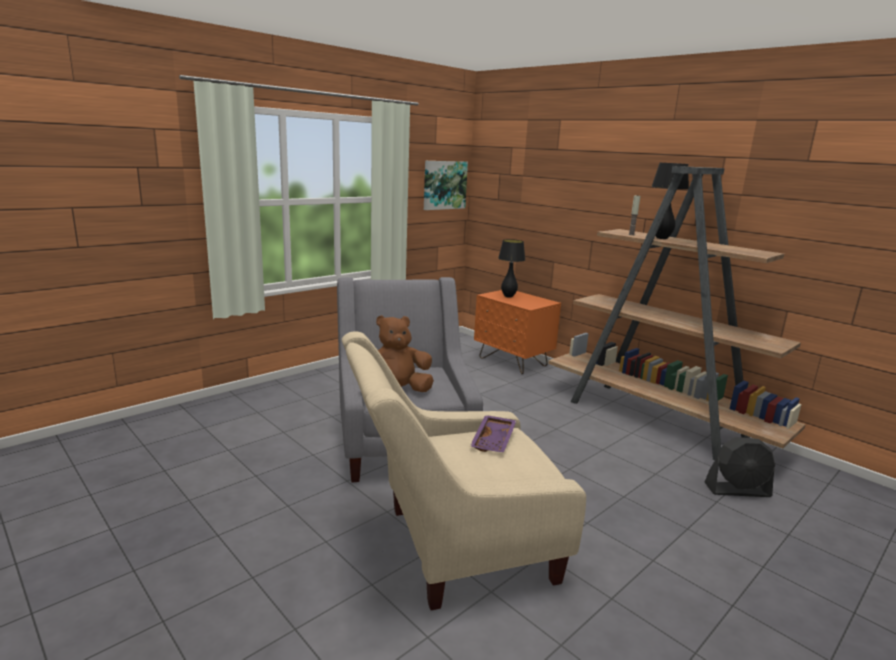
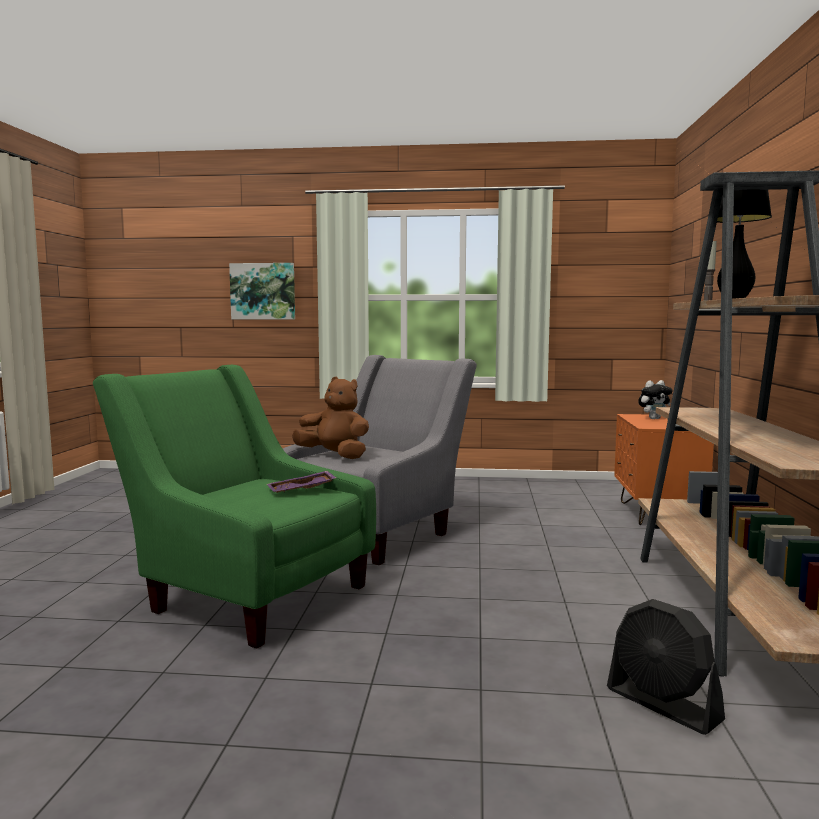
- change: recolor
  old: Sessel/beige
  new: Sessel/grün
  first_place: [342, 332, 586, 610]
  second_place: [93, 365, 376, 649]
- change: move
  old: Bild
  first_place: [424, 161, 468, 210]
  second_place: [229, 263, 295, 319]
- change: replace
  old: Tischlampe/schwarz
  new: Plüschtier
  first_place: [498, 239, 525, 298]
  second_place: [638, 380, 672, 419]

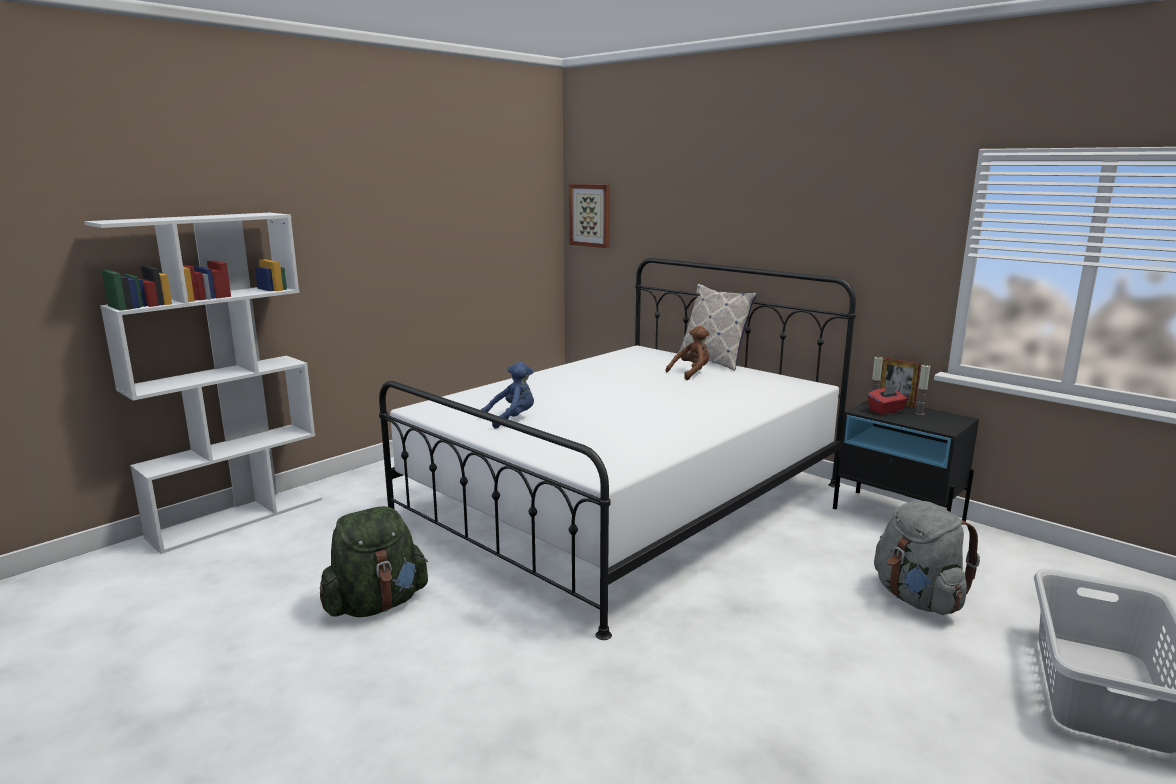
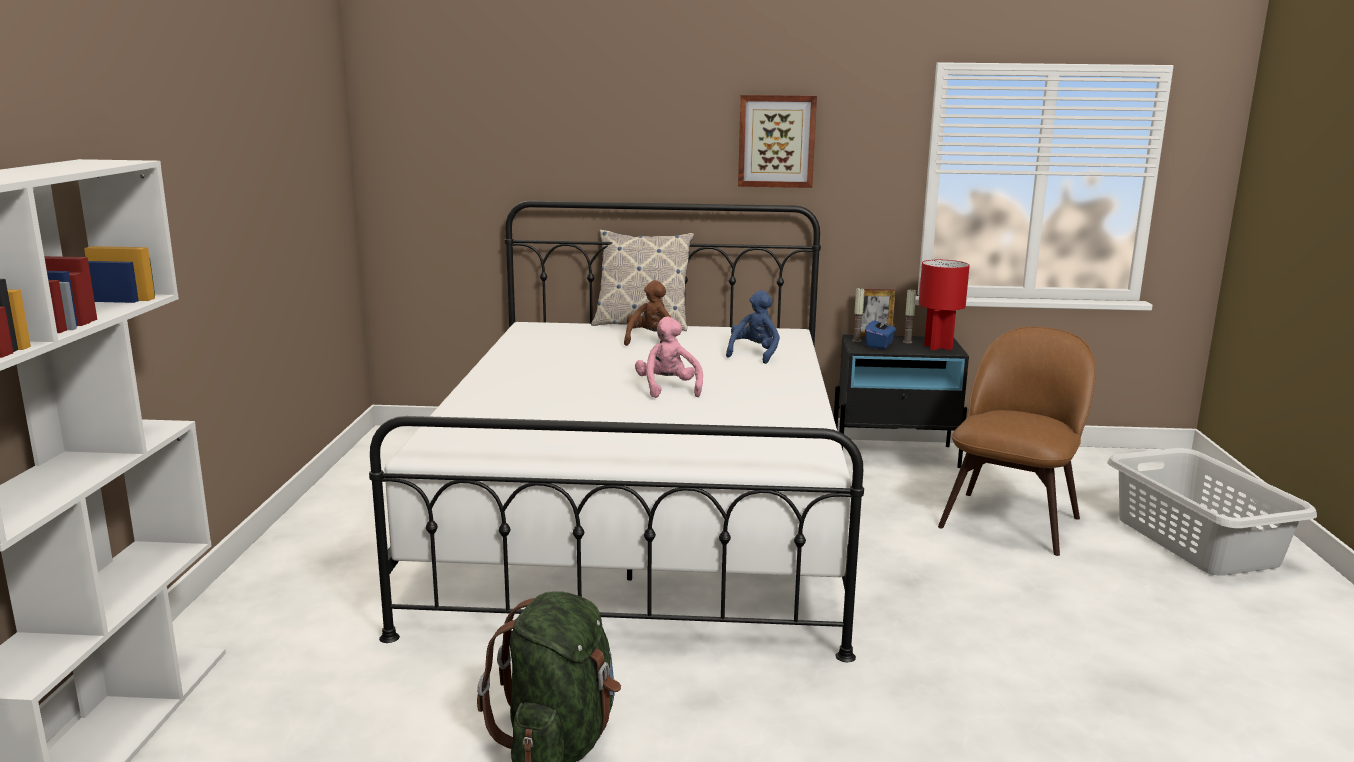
- change: insert
  new: Plüschtier/rosa
  second_place: [635, 317, 703, 398]
- change: move
  old: Plüschtier/blau
  first_place: [481, 362, 534, 429]
  second_place: [726, 290, 780, 364]
- change: move
  old: Bild
  first_place: [569, 184, 610, 248]
  second_place: [738, 95, 817, 188]
- change: recolor
  old: Taschentuchbox/rot
  new: Taschentuchbox/blau
  first_place: [868, 386, 908, 415]
  second_place: [865, 316, 896, 349]
- change: insert
  new: Tischlampe/rot
  second_place: [919, 260, 970, 350]
- change: replace
  old: Rucksack/grau
  new: Stuhl/braun
  first_place: [874, 501, 980, 615]
  second_place: [938, 327, 1096, 556]

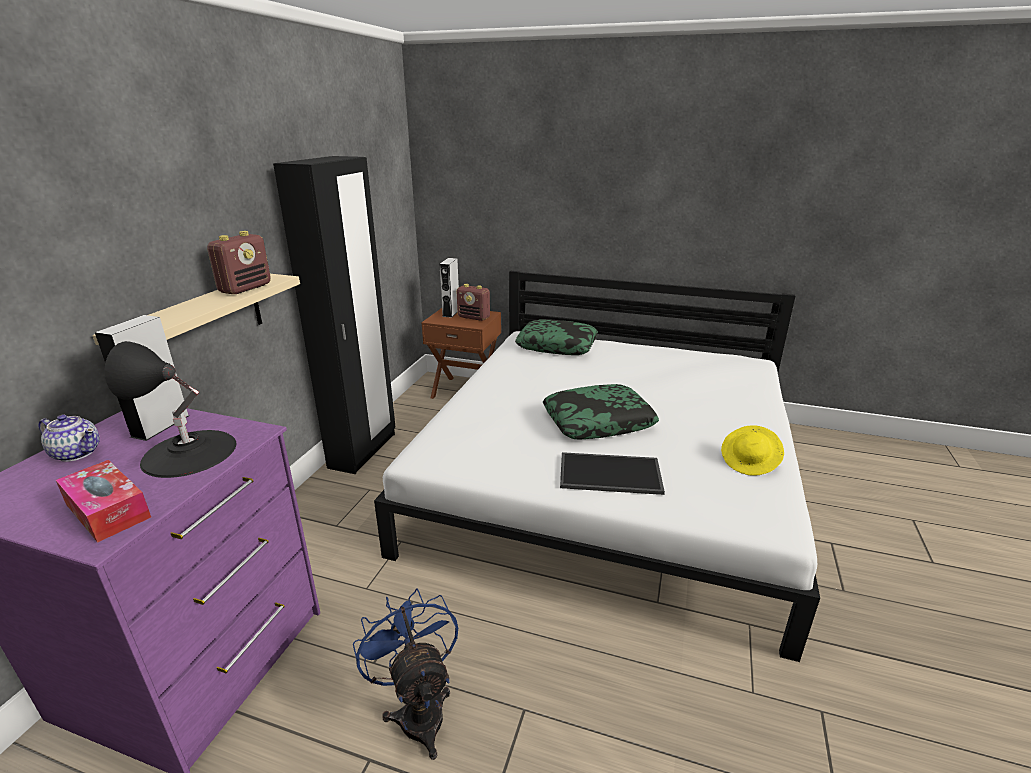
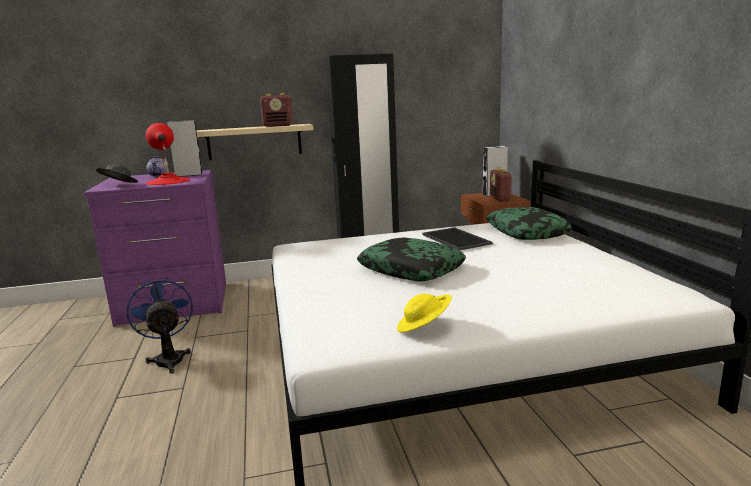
- change: replace
  old: Taschentuchbox
  new: Hut/grau
  first_place: [56, 460, 151, 543]
  second_place: [96, 164, 138, 183]
- change: rotate
  old: Ventilator/blau
  first_place: [353, 588, 458, 760]
  second_place: [127, 278, 193, 374]
  degrees: -60
- change: recolor
  old: Tischlampe/schwarz
  new: Tischlampe/rot
  first_place: [104, 341, 236, 478]
  second_place: [146, 123, 190, 185]
- change: move
  old: Tablett
  first_place: [560, 452, 665, 495]
  second_place: [422, 227, 493, 250]

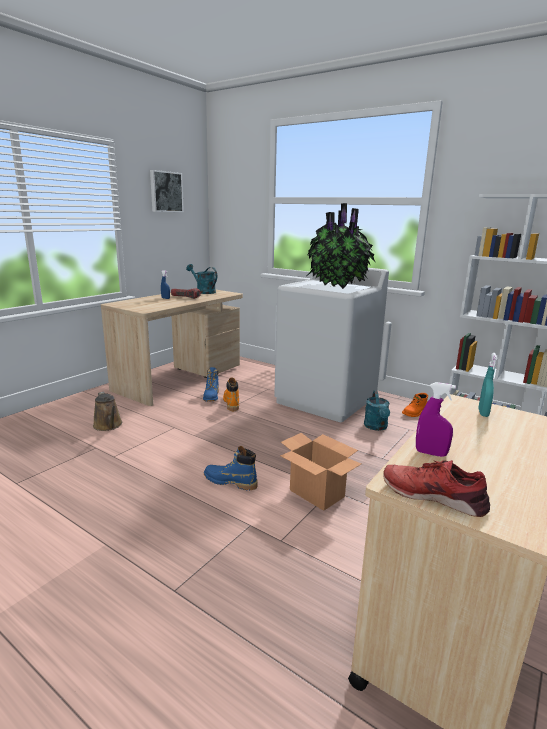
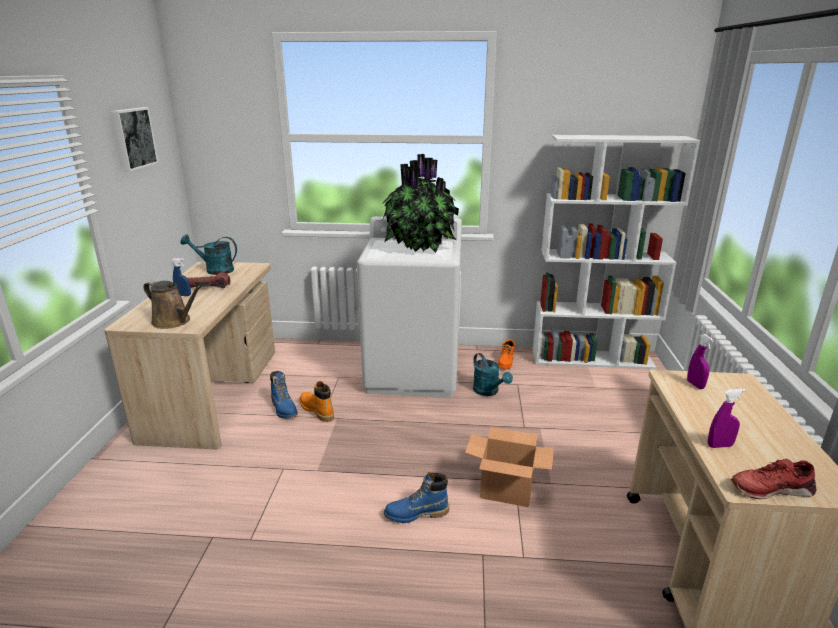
- change: move
  old: Gießkanne/braun
  first_place: [93, 392, 122, 431]
  second_place: [144, 281, 202, 329]
- change: recolor
  old: Sprühflasche/türkis
  new: Sprühflasche/lila
  first_place: [478, 353, 497, 417]
  second_place: [687, 334, 714, 389]

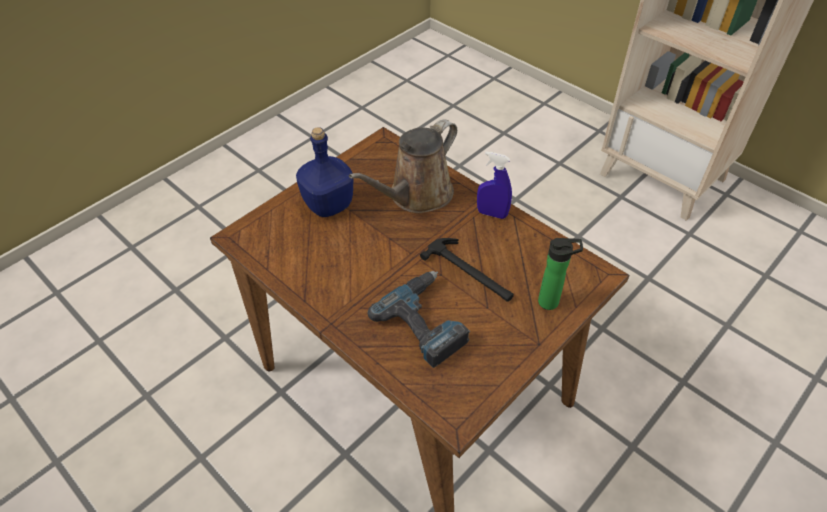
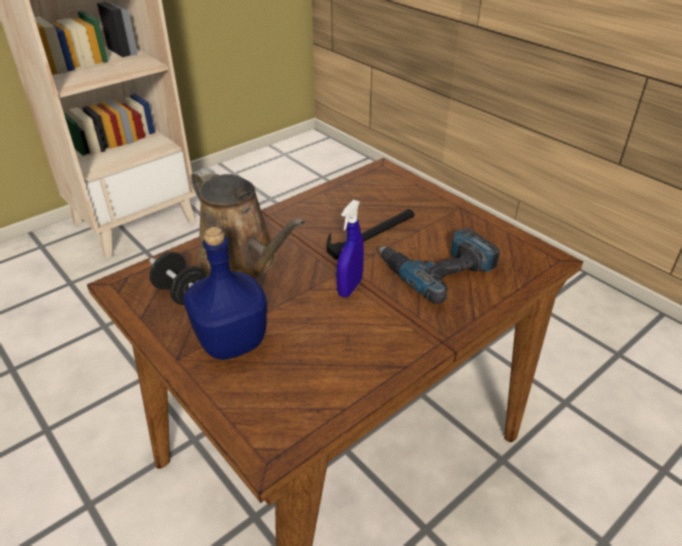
- change: insert
  new: Hantel/schwarz
  second_place: [149, 252, 207, 305]
- change: move
  old: Sprühflasche/blau
  first_place: [477, 151, 512, 219]
  second_place: [337, 200, 364, 297]
- change: delete
  old: Flasche
  first_place: [538, 238, 583, 310]

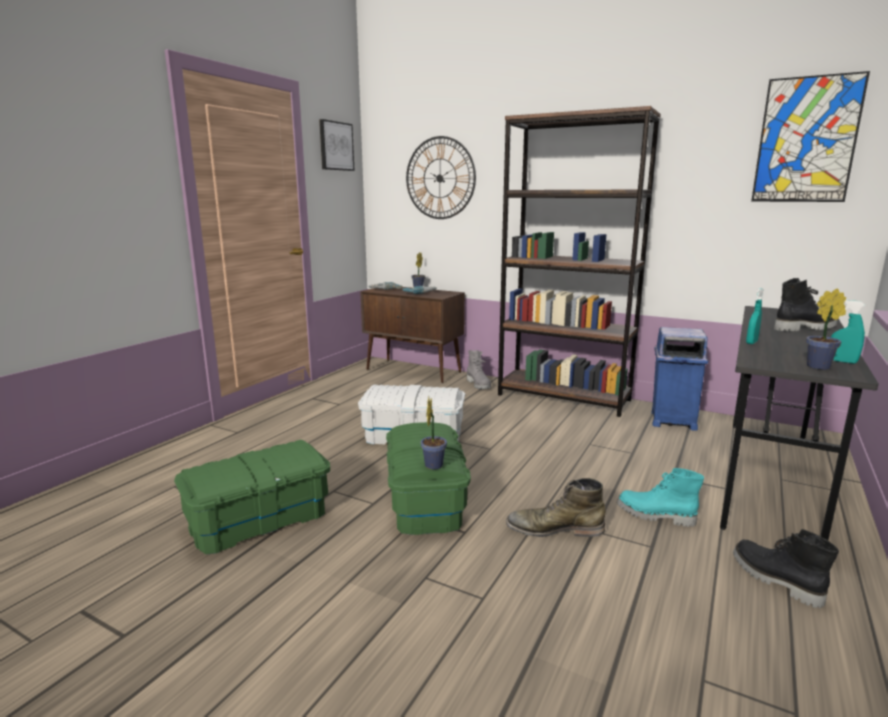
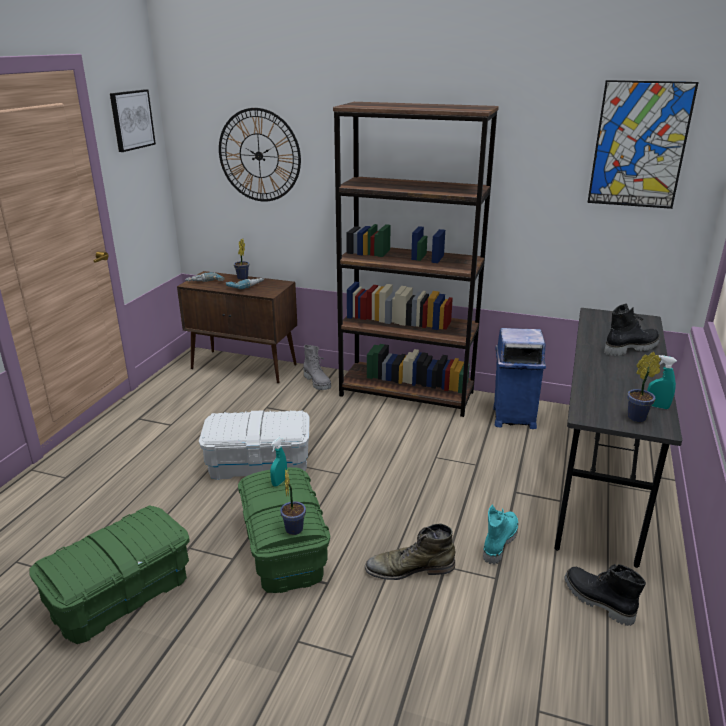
- change: move
  old: Sprühflasche/türkis
  first_place: [746, 288, 764, 344]
  second_place: [270, 438, 287, 487]
- change: rotate
  old: Stiefel/türkis
  first_place: [617, 468, 704, 527]
  second_place: [483, 505, 518, 564]
  degrees: 105

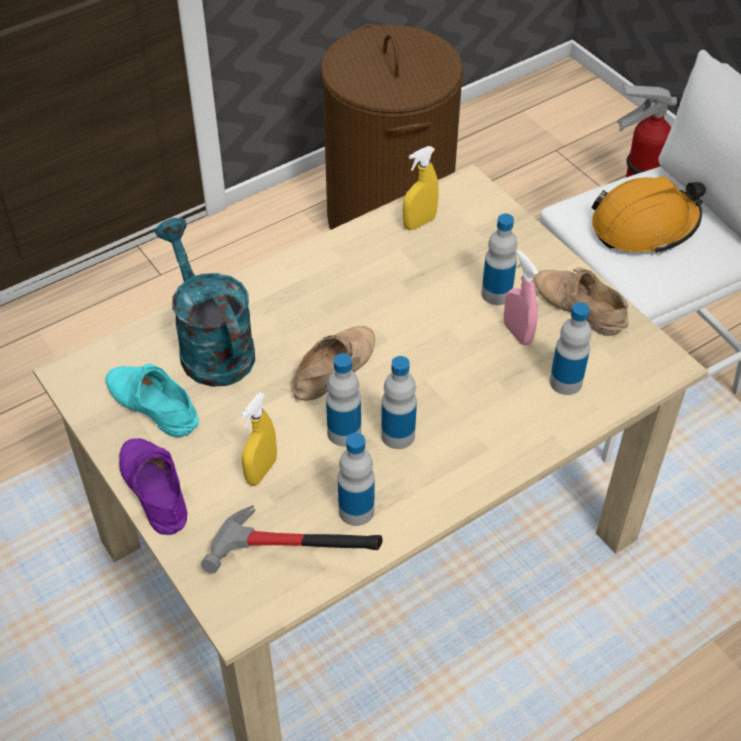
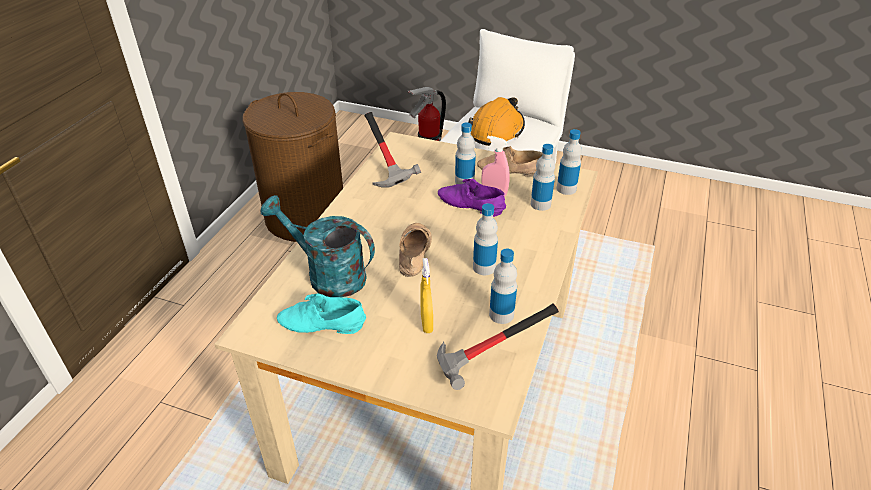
- change: replace
  old: Sprühflasche/gelb
  new: Hammer
  first_place: [403, 146, 439, 230]
  second_place: [365, 112, 421, 188]
- change: move
  old: Schuh/lila
  first_place: [119, 438, 187, 535]
  second_place: [438, 179, 506, 217]
- change: move
  old: Flasche
  first_place: [326, 353, 361, 447]
  second_place: [557, 129, 582, 195]

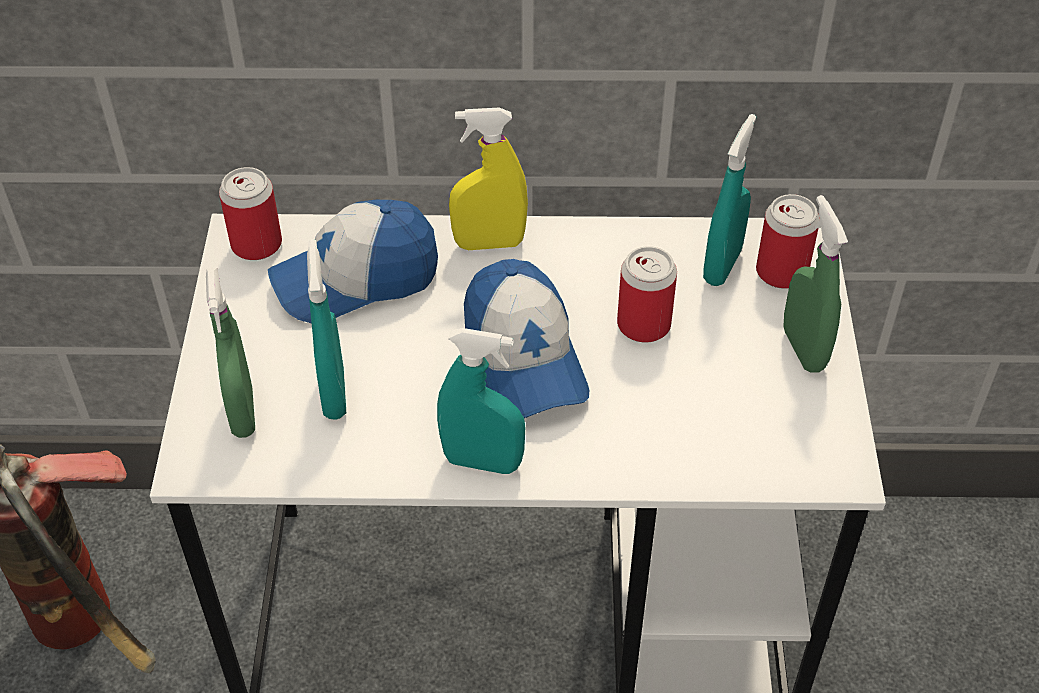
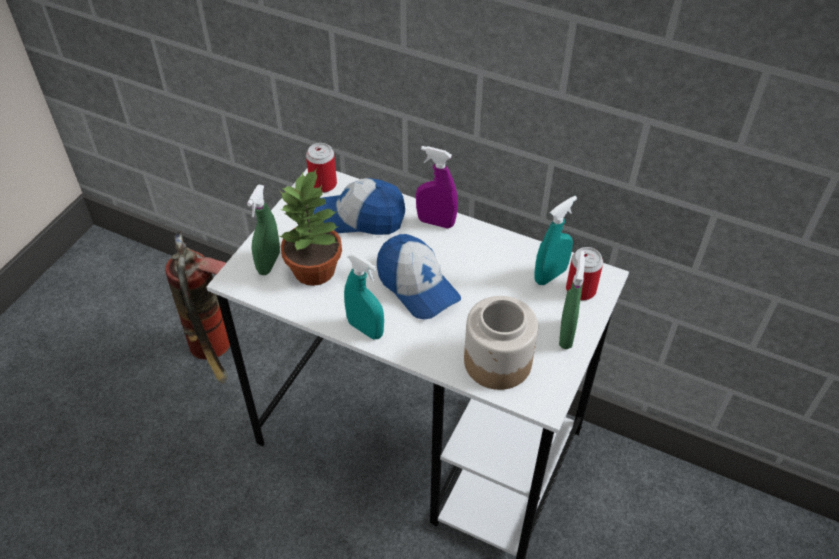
- change: replace
  old: Sprühflasche/türkis
  new: Topfpflanze
  first_place: [307, 239, 346, 420]
  second_place: [279, 169, 342, 286]
- change: rotate
  old: Kappe
  first_place: [464, 259, 589, 418]
  second_place: [377, 234, 461, 320]
  degrees: -45
- change: recolor
  old: Sprühflasche/gelb
  new: Sprühflasche/lila
  first_place: [449, 108, 528, 250]
  second_place: [416, 146, 458, 229]
- change: insert
  new: Vorratsglas
  second_place: [464, 296, 538, 390]
- change: delete
  old: Dose
  first_place: [617, 246, 677, 343]

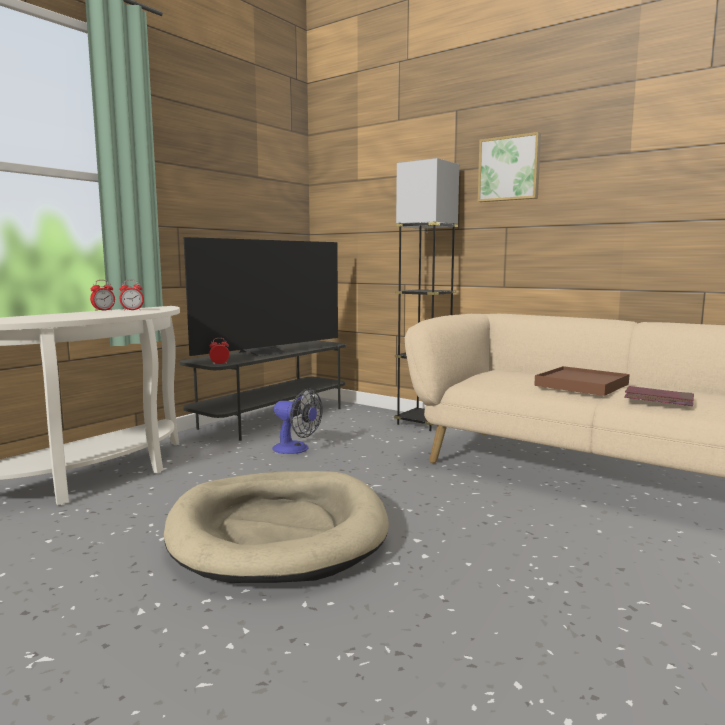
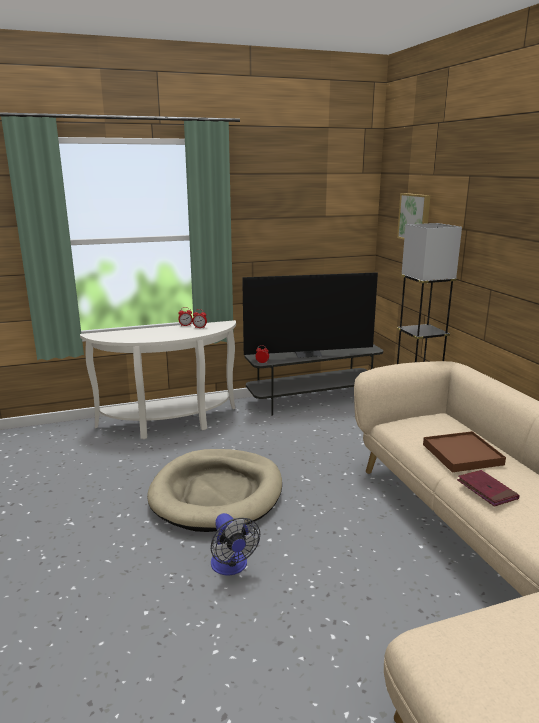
- change: move
  old: Ventilator
  first_place: [272, 389, 323, 454]
  second_place: [211, 513, 260, 575]
- change: move
  old: Bild
  first_place: [478, 132, 541, 202]
  second_place: [397, 193, 430, 240]

